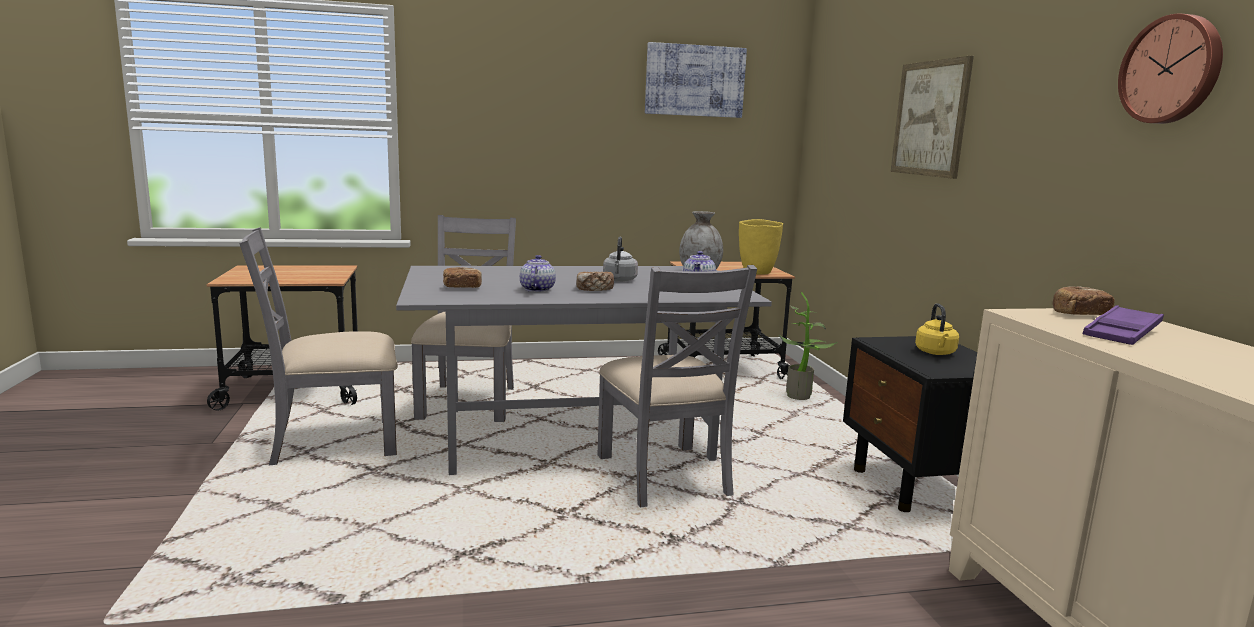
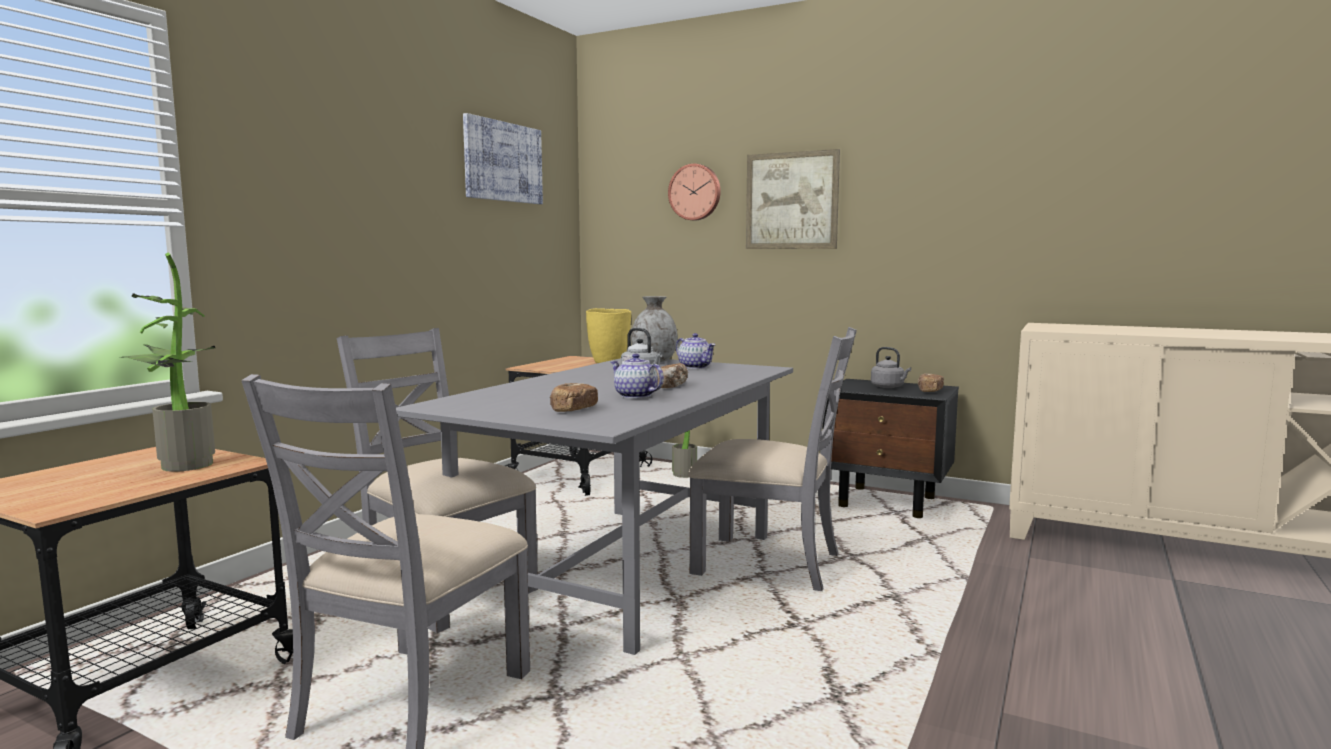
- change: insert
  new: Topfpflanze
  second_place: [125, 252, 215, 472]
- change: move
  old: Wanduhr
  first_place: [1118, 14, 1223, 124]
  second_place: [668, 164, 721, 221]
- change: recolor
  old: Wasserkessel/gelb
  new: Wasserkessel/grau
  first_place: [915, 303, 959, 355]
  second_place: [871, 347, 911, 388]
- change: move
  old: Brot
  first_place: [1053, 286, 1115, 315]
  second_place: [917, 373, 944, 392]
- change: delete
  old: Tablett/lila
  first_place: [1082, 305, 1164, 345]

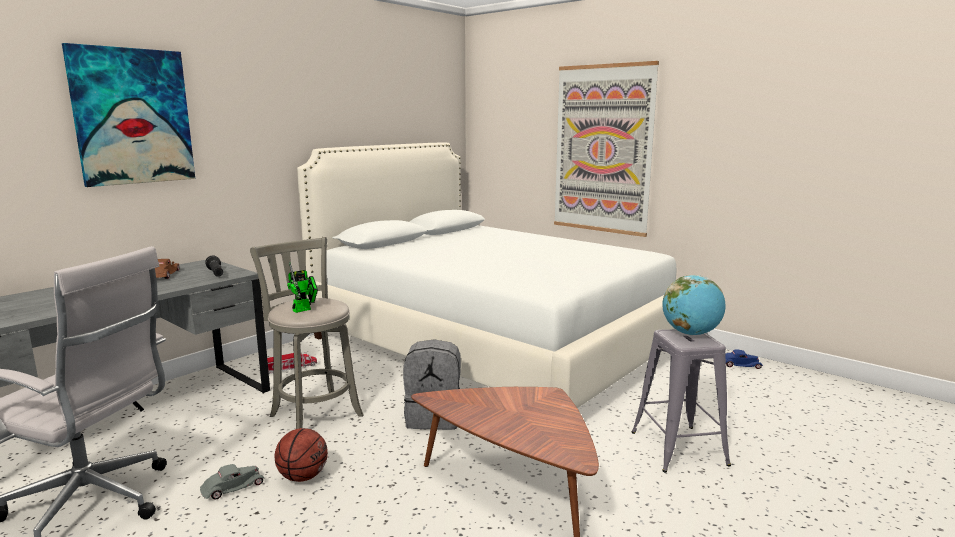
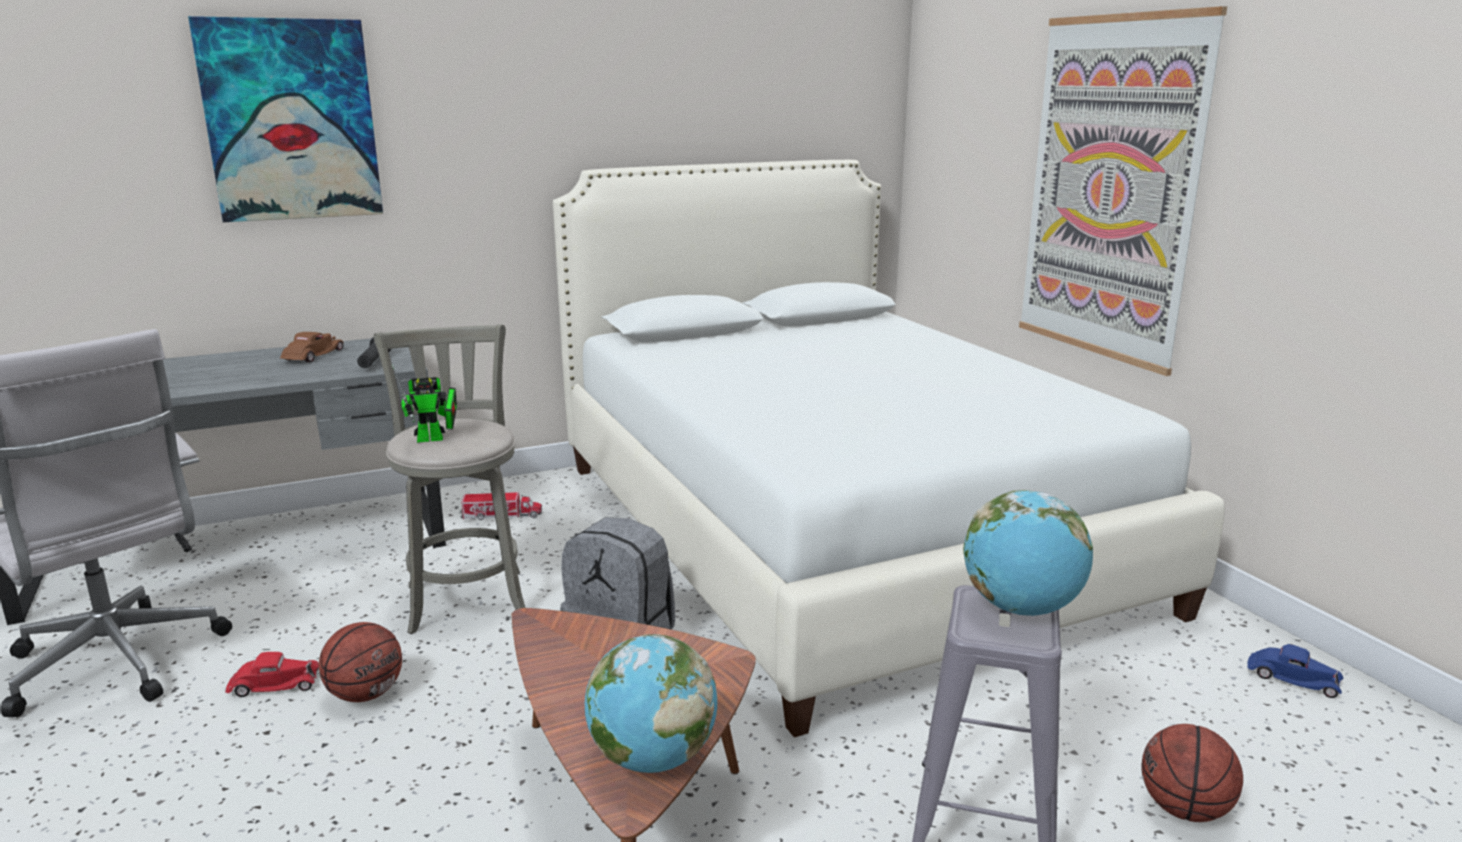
- change: recolor
  old: Spielzeugauto/grau
  new: Spielzeugauto/rot
  first_place: [200, 464, 265, 500]
  second_place: [225, 652, 319, 697]
- change: insert
  new: Globus
  second_place: [585, 634, 717, 773]
- change: insert
  new: Basketball
  second_place: [1141, 724, 1243, 822]

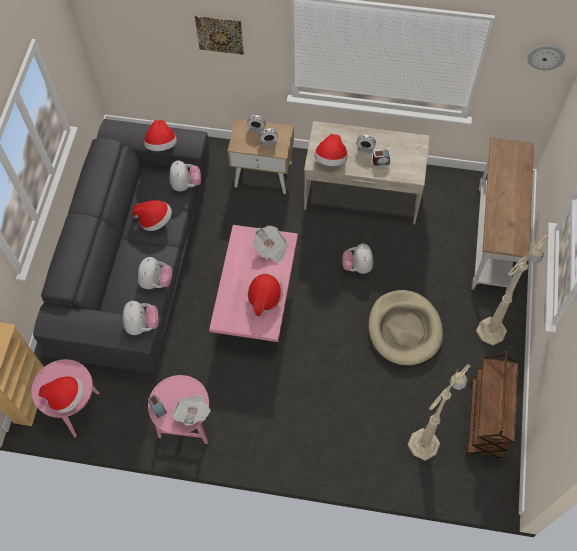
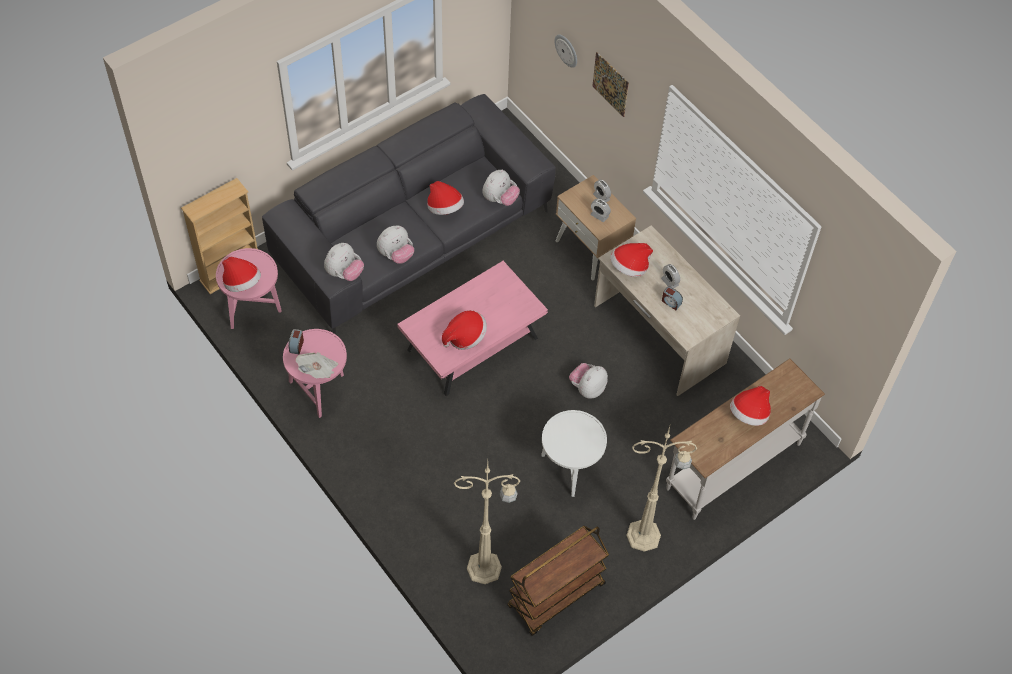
- change: replace
  old: Hundebett/beige
  new: Beistelltisch/weiß
  first_place: [368, 290, 443, 366]
  second_place: [542, 410, 607, 497]
- change: move
  old: Wanduhr
  first_place: [527, 46, 565, 70]
  second_place: [554, 34, 577, 68]
- change: move
  old: Hut
  first_place: [144, 120, 177, 151]
  second_place: [730, 386, 771, 426]
- change: delete
  old: Zeitung
  first_place: [253, 226, 289, 263]

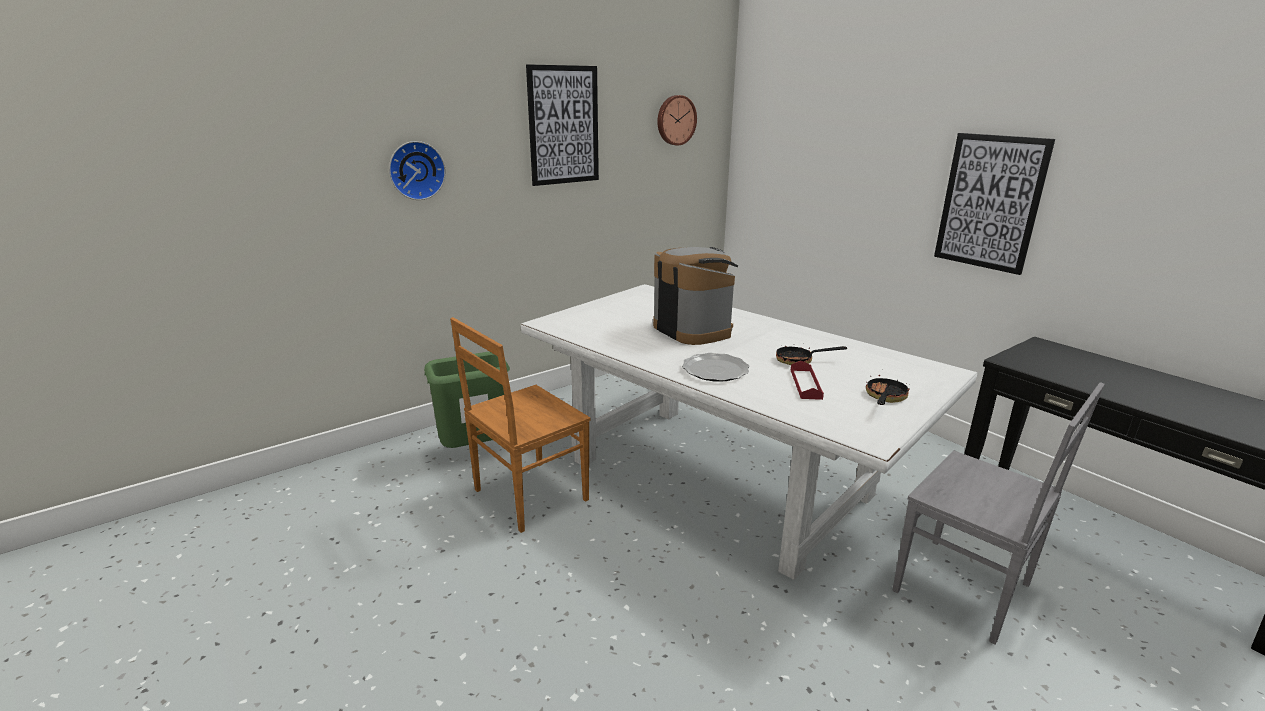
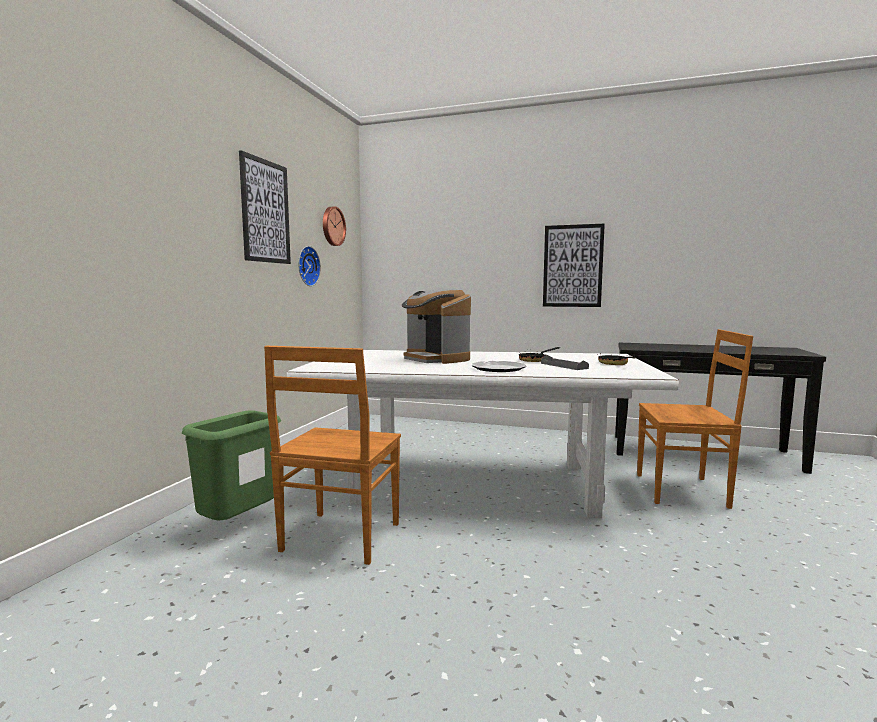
- change: move
  old: Wanduhr
  first_place: [389, 141, 446, 200]
  second_place: [298, 246, 321, 286]
- change: rotate
  old: Kaffeemaschine
  first_place: [653, 247, 738, 345]
  second_place: [402, 288, 471, 364]
  degrees: -150
- change: recolor
  old: Tablett/rot
  new: Tablett/grau
  first_place: [791, 361, 824, 400]
  second_place: [541, 355, 589, 370]
- change: recolor
  old: Stuhl/grau
  new: Stuhl/braun
  first_place: [892, 382, 1105, 645]
  second_place: [637, 329, 753, 509]

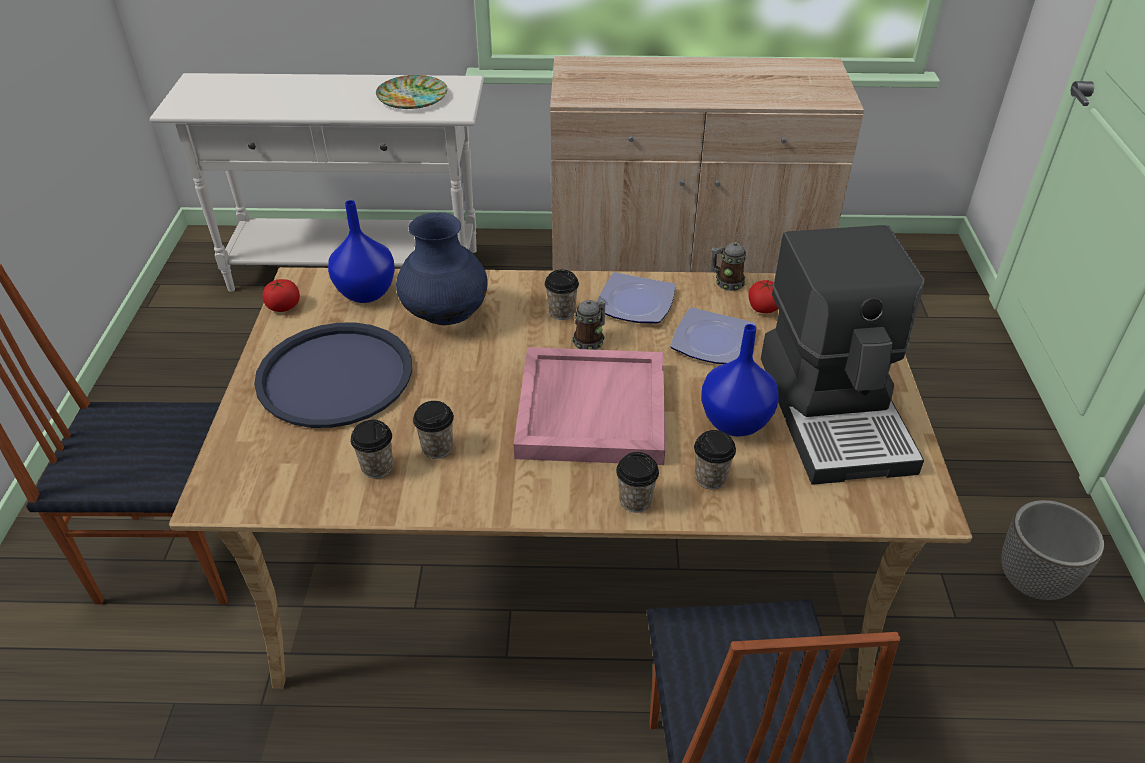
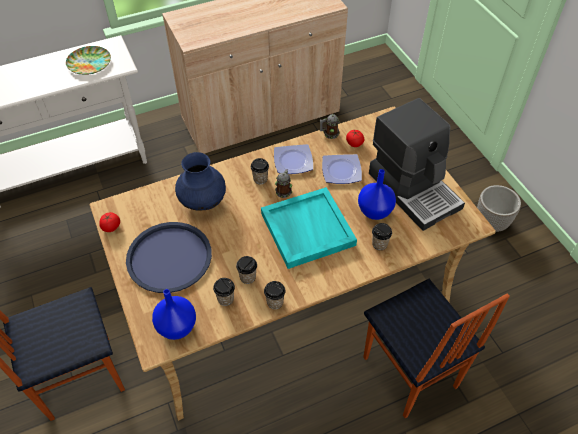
- change: move
  old: Vase/blau
  first_place: [328, 200, 395, 303]
  second_place: [152, 289, 196, 340]
- change: recolor
  old: Tablett/rosa
  new: Tablett/türkis
  first_place: [514, 347, 665, 465]
  second_place: [261, 187, 357, 269]
- change: move
  old: Tasse
  first_place: [616, 452, 659, 513]
  second_place: [264, 281, 285, 309]

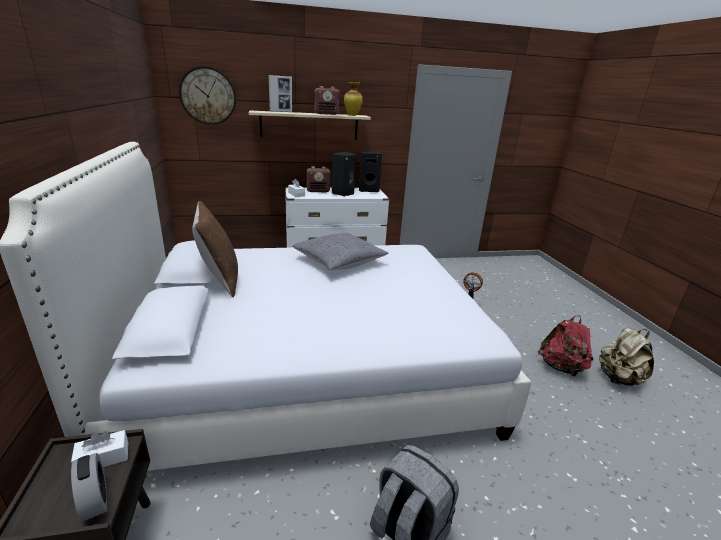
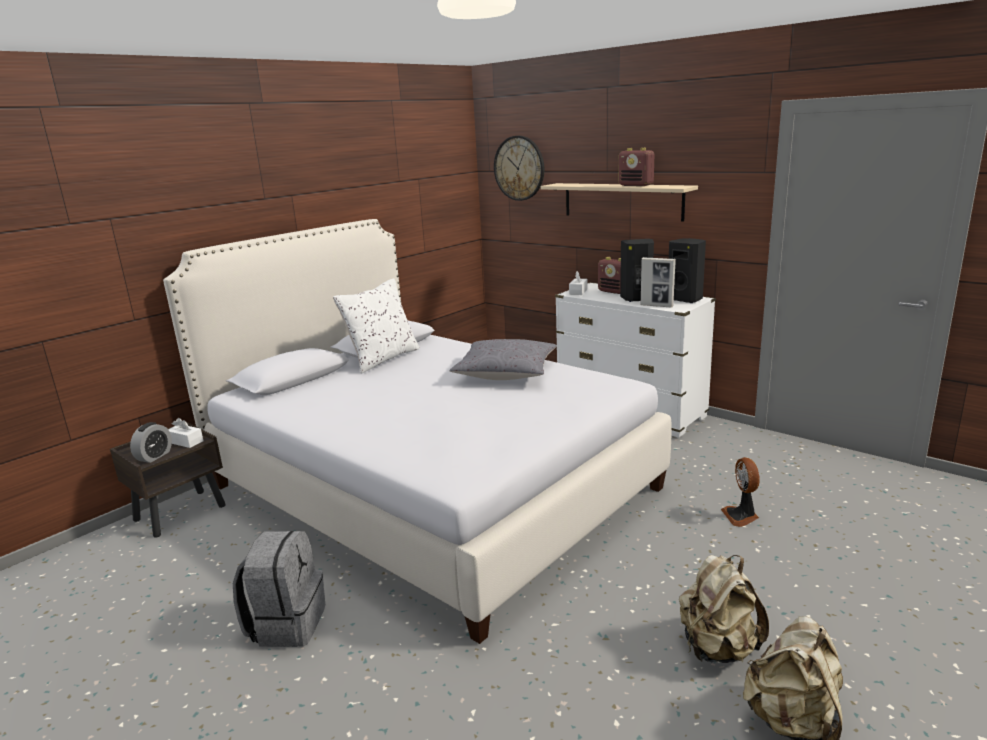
- change: recolor
  old: Kissen/braun
  new: Kissen/weiß
  first_place: [192, 201, 238, 297]
  second_place: [333, 279, 420, 374]
- change: move
  old: Bilderrahmen
  first_place: [268, 75, 292, 112]
  second_place: [641, 257, 676, 308]
- change: recolor
  old: Rucksack/rot
  new: Rucksack/beige
  first_place: [538, 316, 594, 376]
  second_place: [679, 555, 769, 663]
- change: delete
  old: Vase
  first_place: [344, 82, 363, 116]

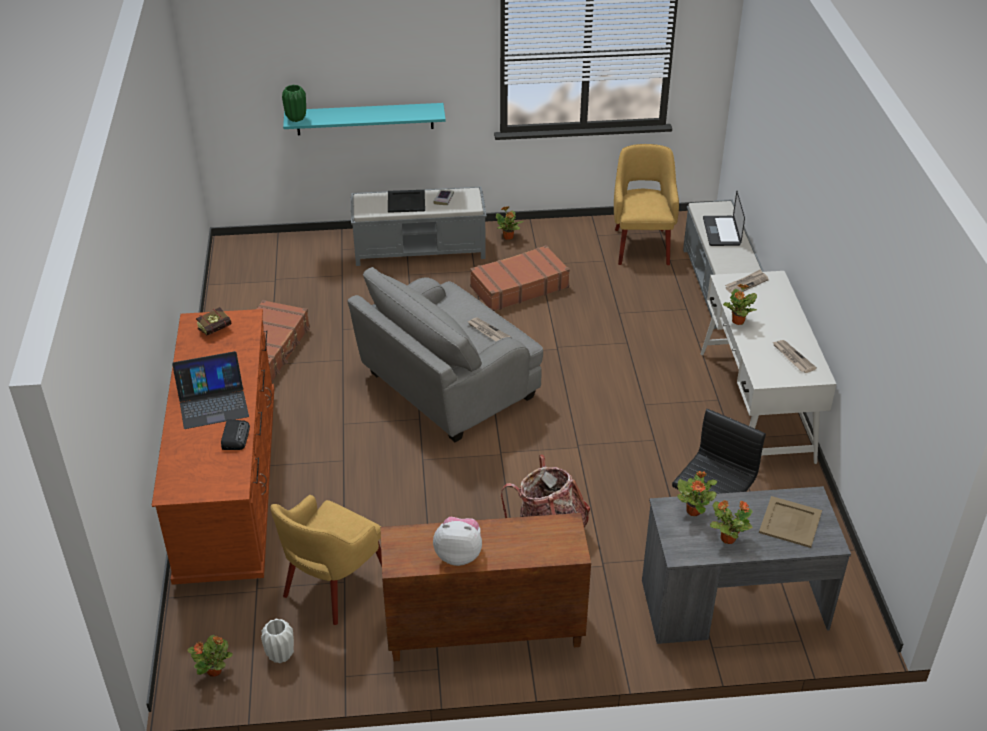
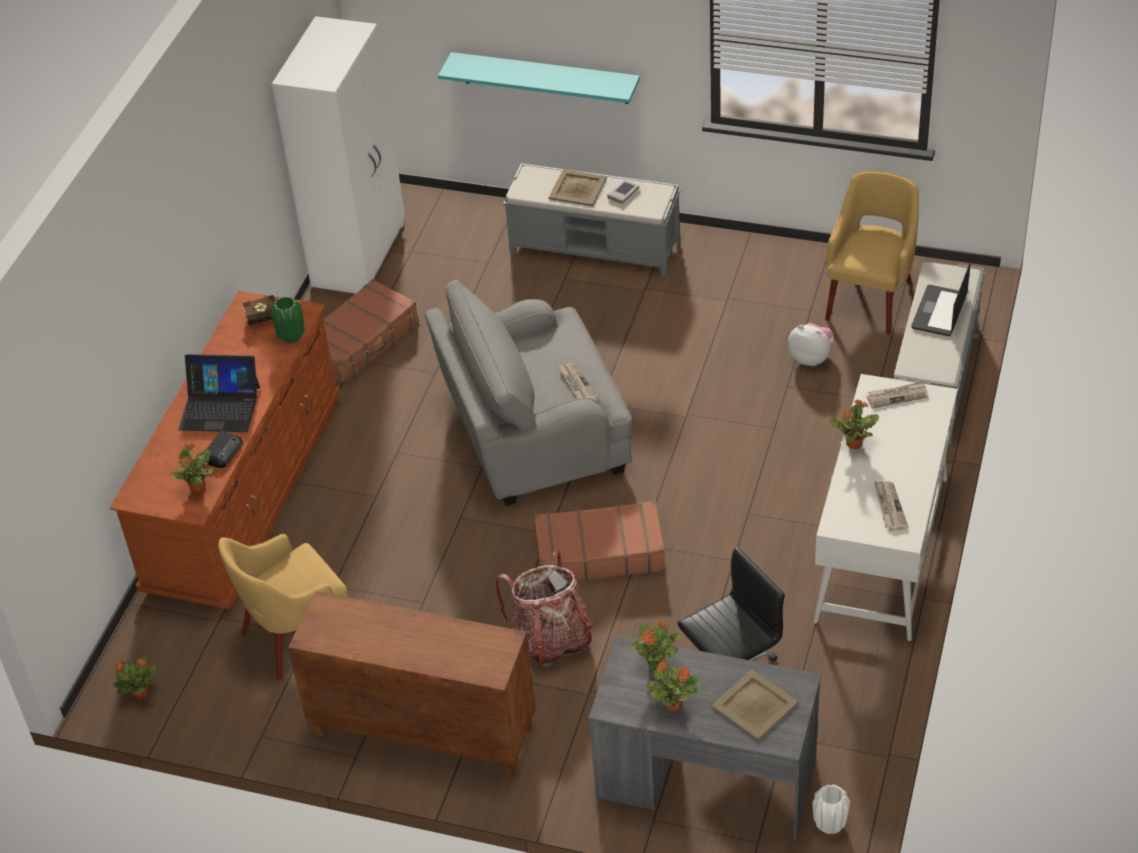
- change: move
  old: Topfpflanze
  first_place: [496, 206, 524, 240]
  second_place: [170, 443, 213, 492]
- change: move
  old: Vase/grün
  first_place: [282, 85, 306, 122]
  second_place: [270, 296, 305, 343]
- change: insert
  new: Kleiderschrank/weiß
  second_place: [272, 16, 405, 294]
- change: move
  old: Koffer/braun
  first_place: [470, 245, 570, 311]
  second_place: [534, 501, 666, 581]
- change: recolor
  old: Tablett/schwarz
  new: Tablett/beige
  first_place: [388, 190, 425, 213]
  second_place: [548, 169, 607, 206]
- change: move
  old: Plüschtier
  first_place: [433, 517, 482, 566]
  second_place: [788, 323, 834, 366]
- change: move
  old: Vase/weiß
  first_place: [261, 619, 294, 663]
  second_place: [813, 785, 850, 834]

